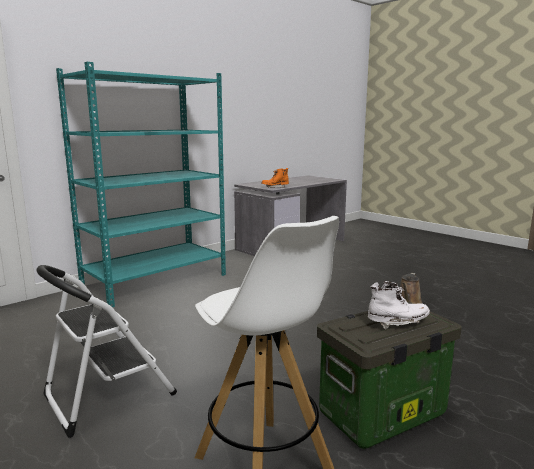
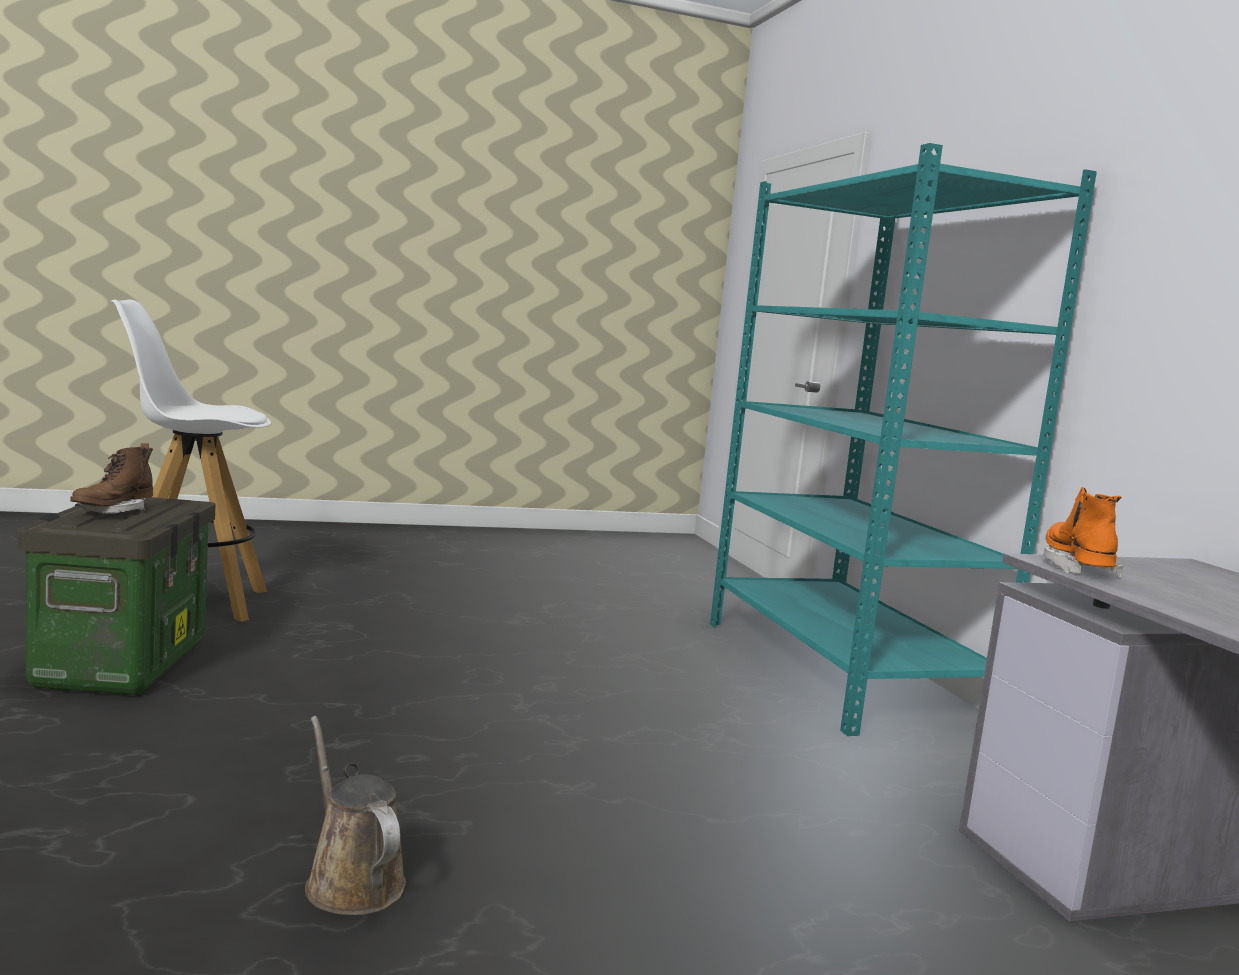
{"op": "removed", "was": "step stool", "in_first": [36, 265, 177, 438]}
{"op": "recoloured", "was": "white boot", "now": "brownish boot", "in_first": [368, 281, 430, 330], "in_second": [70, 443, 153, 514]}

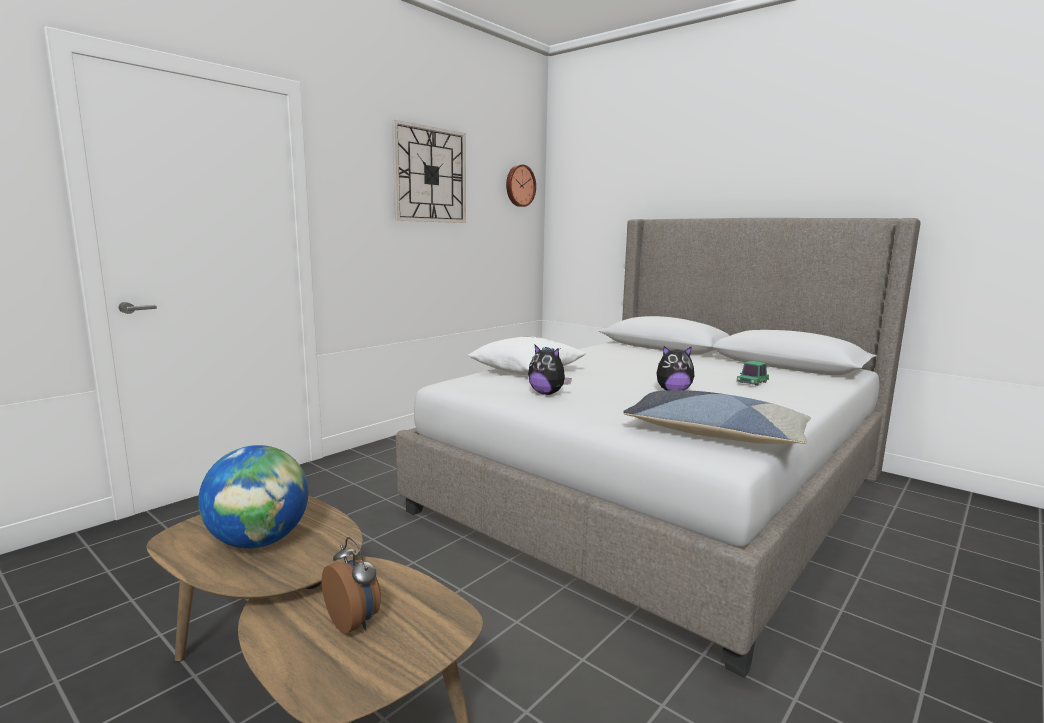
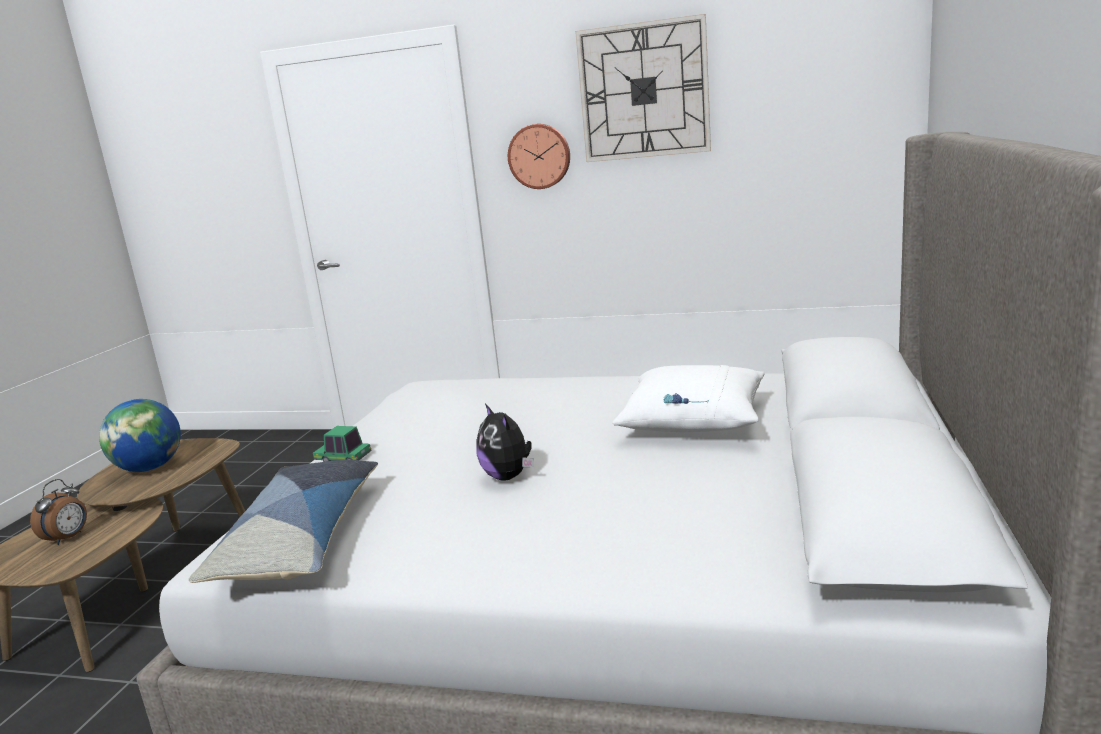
{"op": "removed", "was": "cuddly toy", "in_first": [528, 345, 572, 395]}
{"op": "moved", "was": "white cushion", "in_first": [468, 336, 586, 375], "in_second": [613, 365, 765, 432]}
{"op": "moved", "was": "wall clock", "in_first": [506, 165, 536, 207], "in_second": [508, 124, 570, 189]}
{"op": "moved", "was": "miniature car", "in_first": [737, 361, 769, 386], "in_second": [313, 426, 372, 462]}

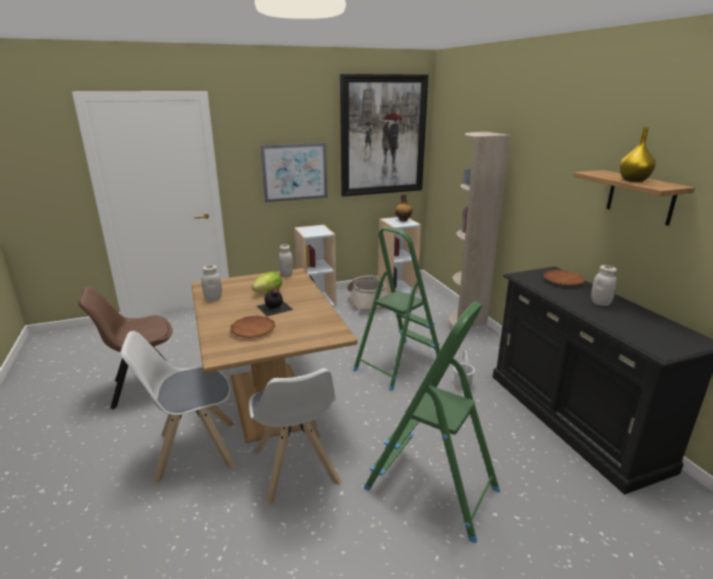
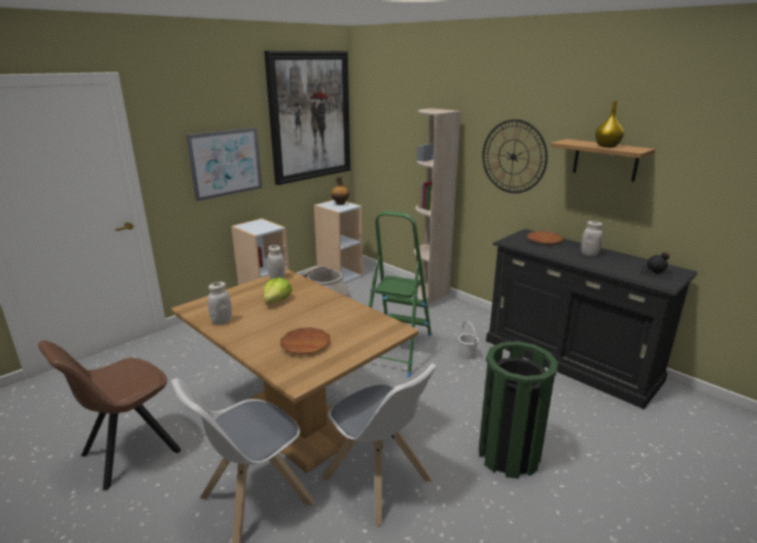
{"op": "added", "now": "wall clock", "in_second": [482, 119, 548, 193]}
{"op": "moved", "was": "black-coloured bottle", "in_first": [257, 289, 293, 316], "in_second": [639, 252, 674, 281]}
{"op": "replaced", "was": "green step stool", "now": "green rubbish bin", "in_first": [364, 301, 500, 543], "in_second": [479, 341, 558, 479]}

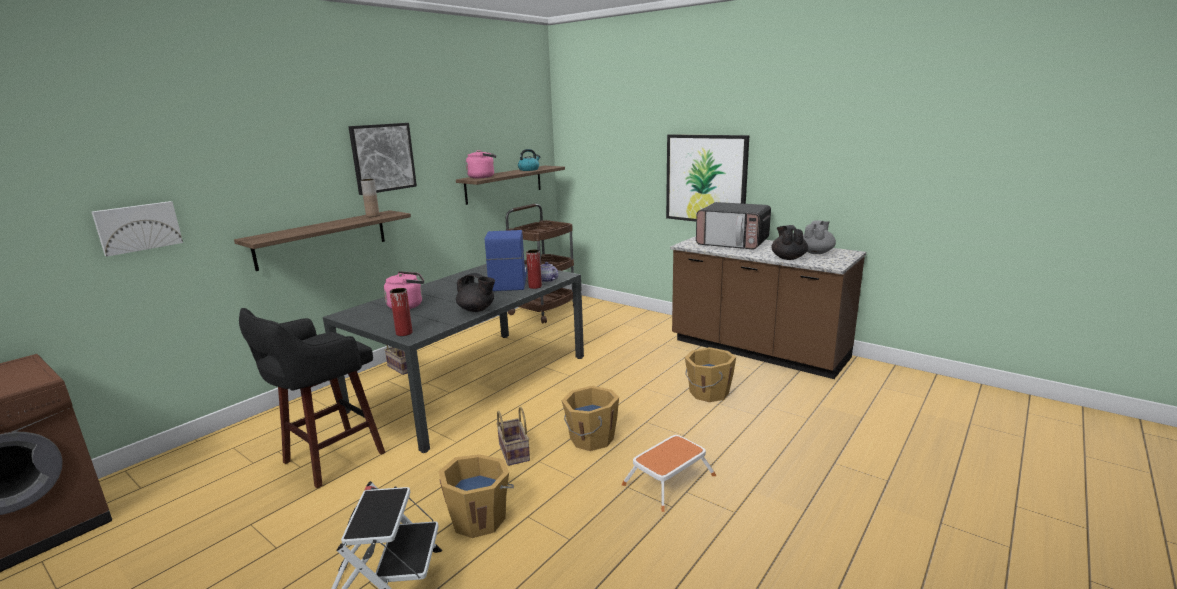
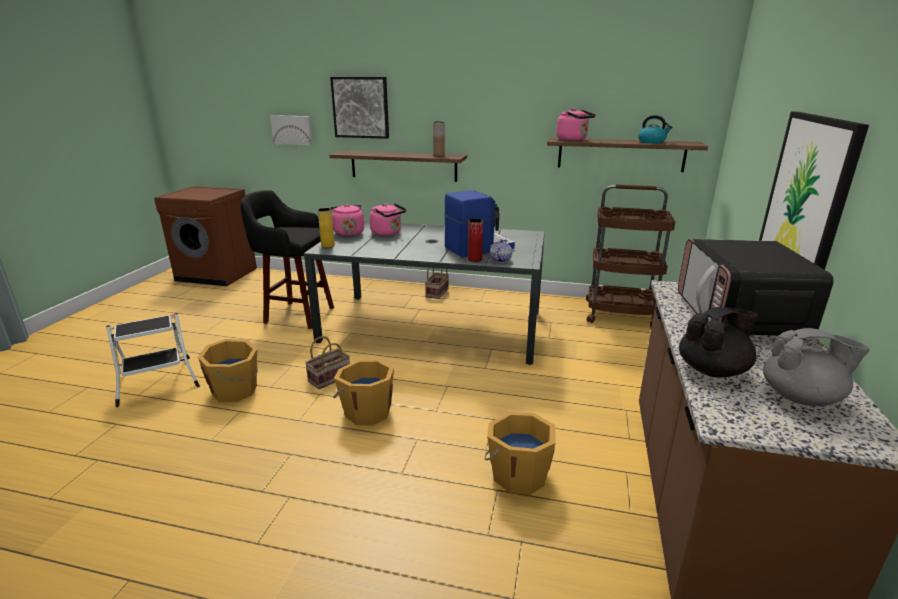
{"op": "removed", "was": "black-coloured pot for tea", "in_first": [456, 273, 495, 312]}
{"op": "removed", "was": "orangey step stool", "in_first": [622, 435, 716, 512]}
{"op": "added", "now": "pink tea kettle", "in_second": [331, 204, 364, 236]}
{"op": "moved", "was": "wall art", "in_first": [348, 123, 417, 195], "in_second": [330, 77, 389, 139]}
{"op": "recoloured", "was": "reddish decorative vase", "now": "yellow-coloured decorative vase", "in_first": [390, 288, 413, 336], "in_second": [318, 208, 335, 248]}

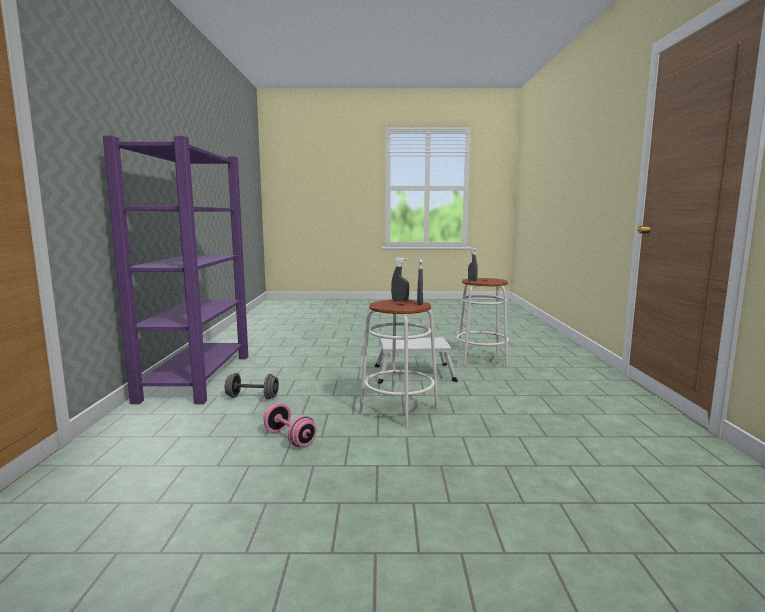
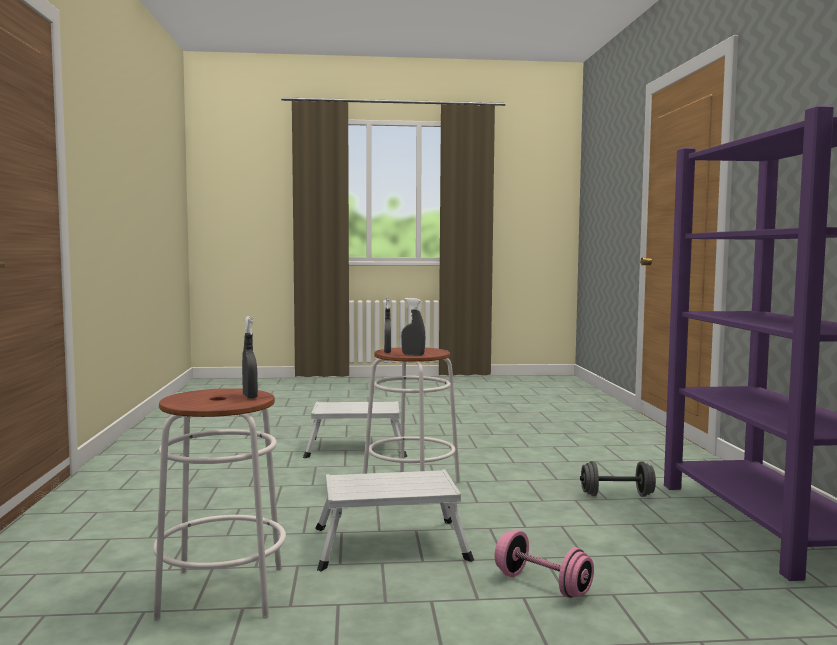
{"op": "added", "now": "white step stool", "in_second": [303, 401, 407, 458]}
{"op": "moved", "was": "pink hand weight", "in_first": [263, 403, 317, 447], "in_second": [495, 530, 594, 598]}

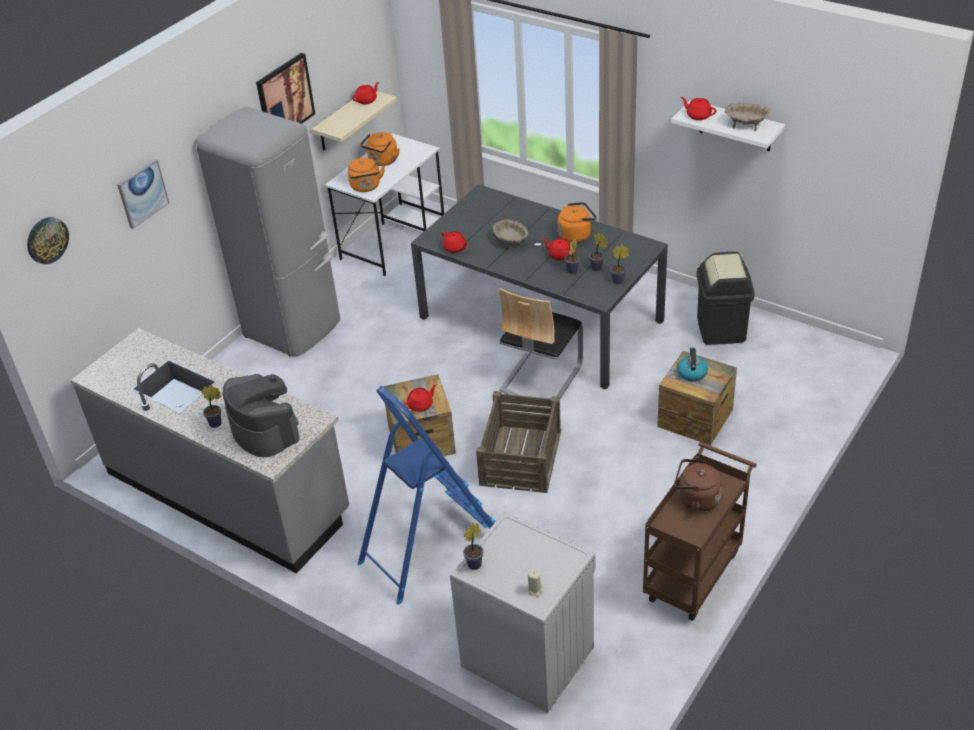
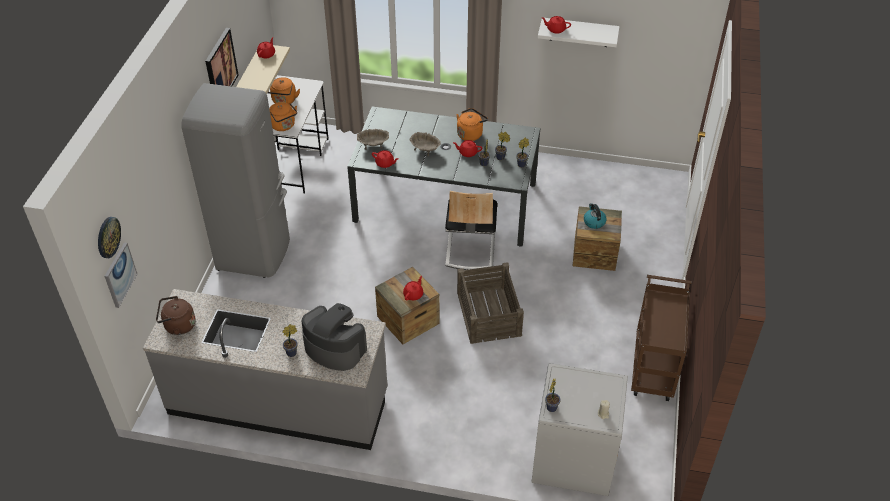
{"op": "removed", "was": "bluish step stool", "in_first": [358, 386, 495, 605]}
{"op": "removed", "was": "black-coloured rubbish bin", "in_first": [697, 252, 755, 345]}
{"op": "moved", "was": "wall art", "in_first": [117, 159, 170, 229], "in_second": [104, 242, 138, 308]}
{"op": "moved", "was": "brownish tea kettle", "in_first": [674, 459, 722, 512], "in_second": [156, 296, 195, 335]}
{"op": "moved", "was": "beige-coloured serving bowl", "in_first": [725, 103, 770, 131], "in_second": [357, 129, 389, 150]}

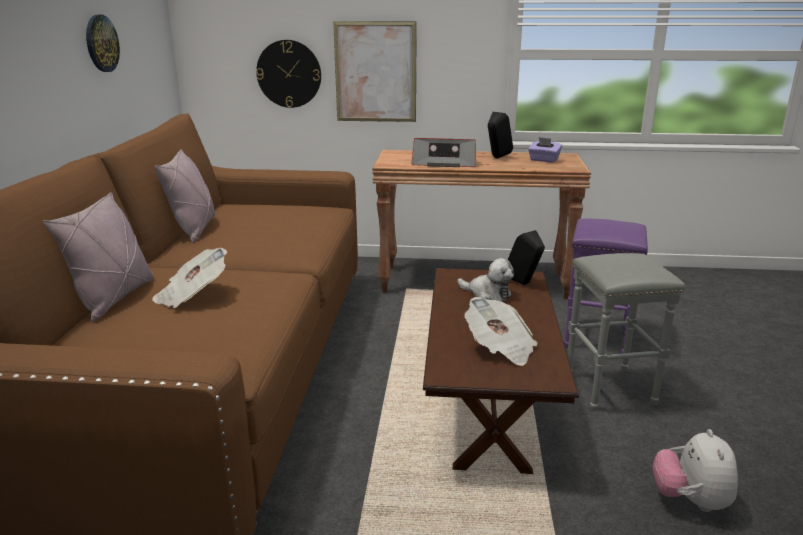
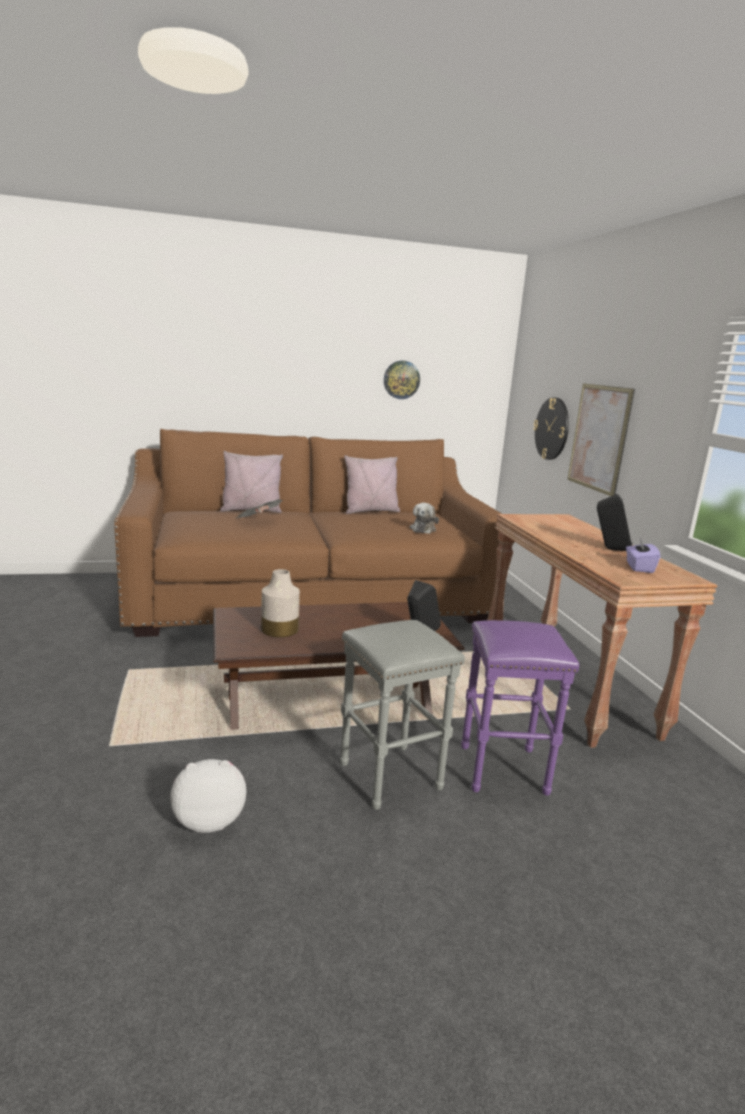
{"op": "removed", "was": "radio", "in_first": [411, 138, 476, 167]}
{"op": "moved", "was": "cuddly toy", "in_first": [457, 258, 514, 301], "in_second": [410, 503, 439, 534]}
{"op": "replaced", "was": "newspaper", "now": "beige-coloured decorative vase", "in_first": [465, 297, 538, 366], "in_second": [261, 569, 300, 637]}

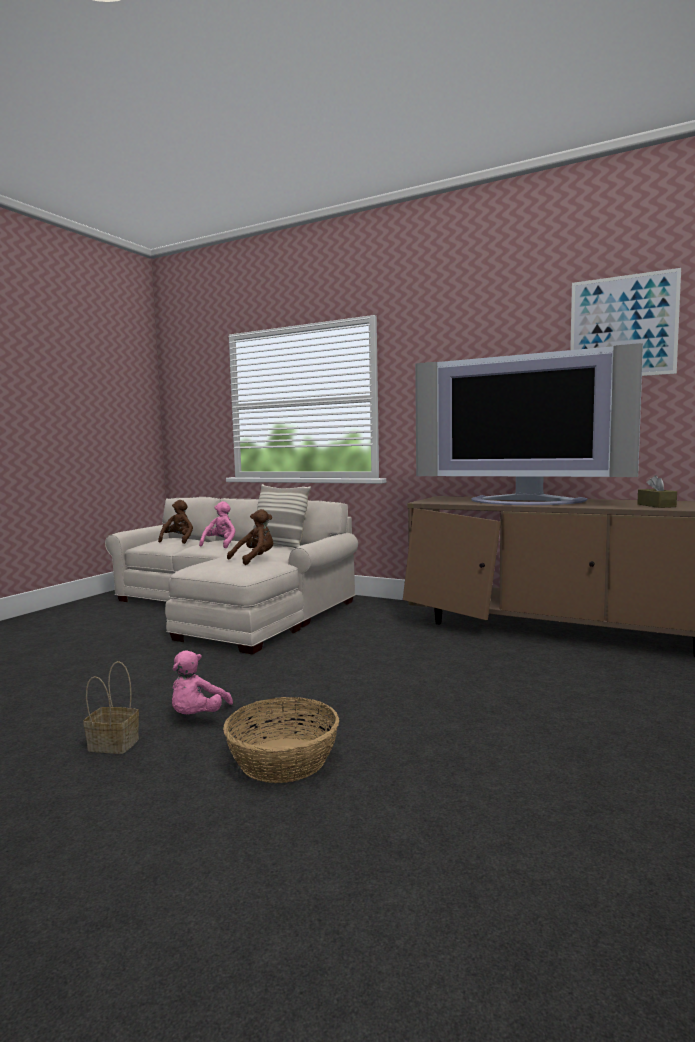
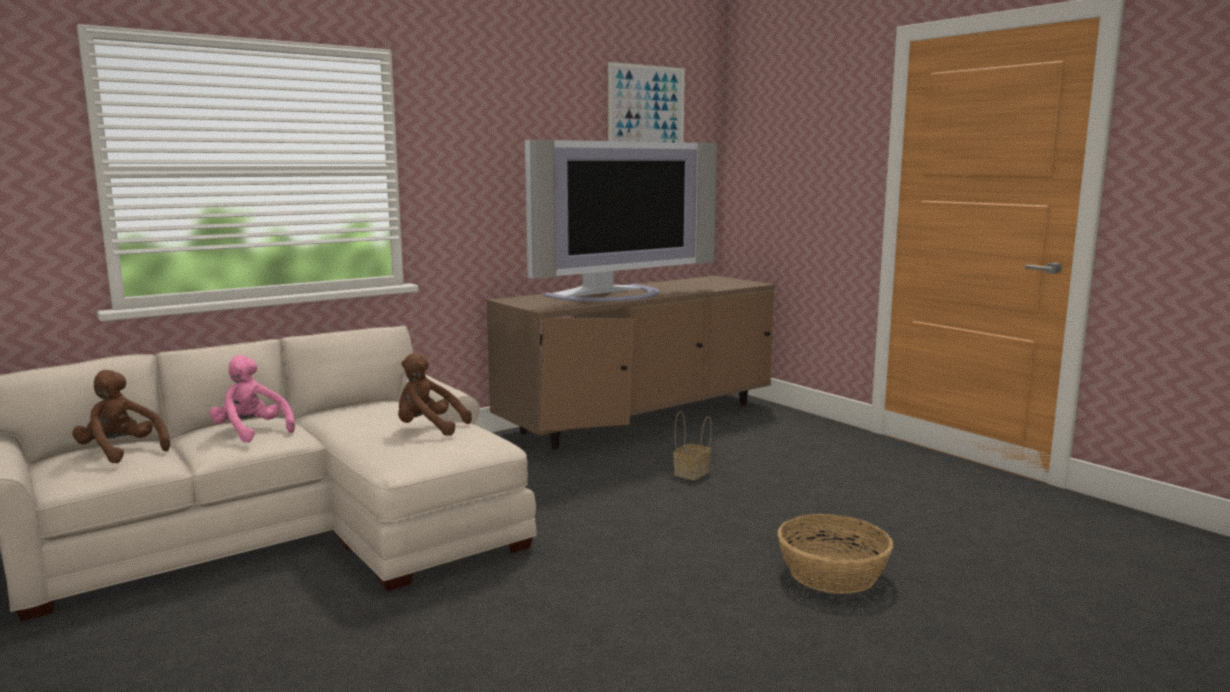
{"op": "removed", "was": "pink cuddly toy", "in_first": [172, 650, 233, 714]}
{"op": "removed", "was": "cushion", "in_first": [253, 484, 311, 548]}
{"op": "removed", "was": "brownish box of tissues", "in_first": [637, 475, 677, 508]}
{"op": "moved", "was": "storage basket", "in_first": [83, 661, 139, 754], "in_second": [673, 411, 712, 480]}
{"op": "turned", "was": "brownish cuddly toy", "in_first": [227, 509, 273, 565], "in_second": [398, 353, 472, 436], "clockwise": -60}

